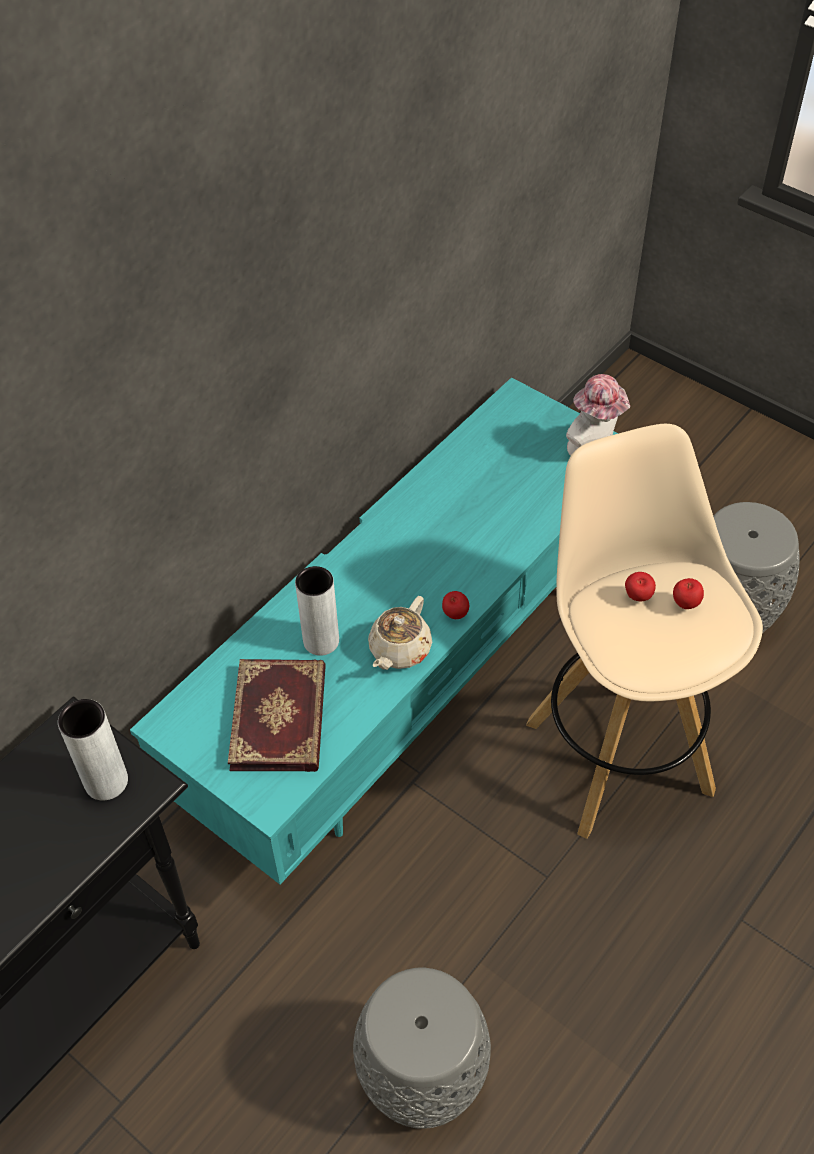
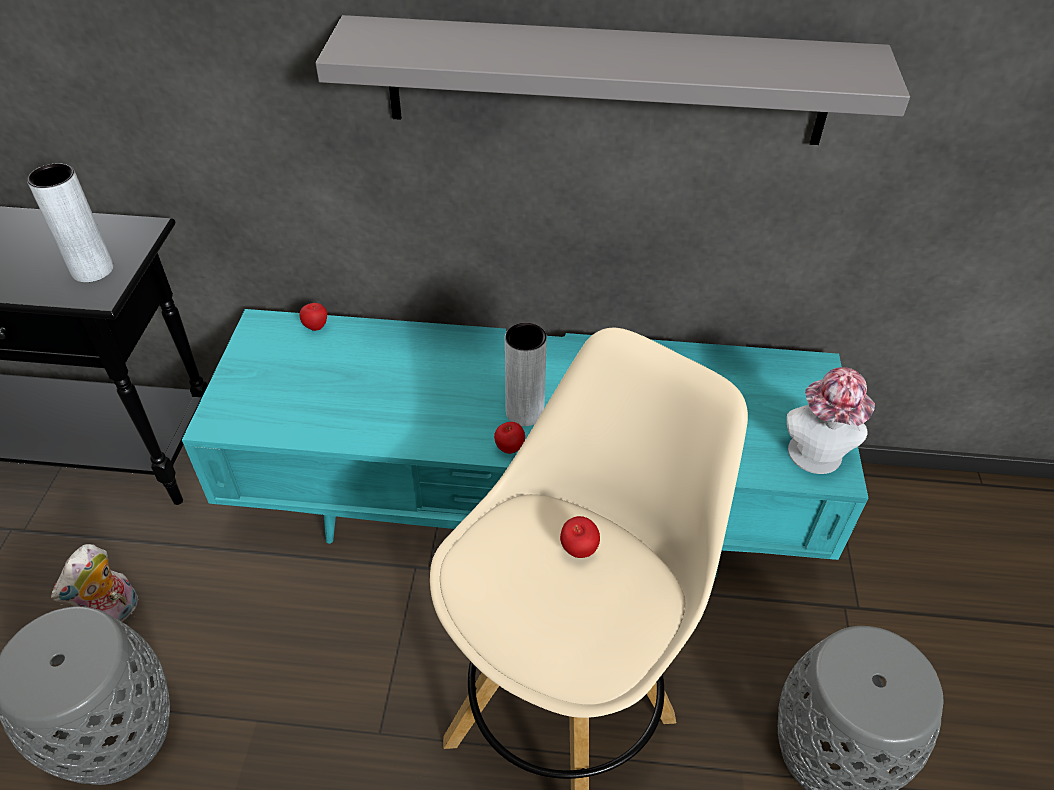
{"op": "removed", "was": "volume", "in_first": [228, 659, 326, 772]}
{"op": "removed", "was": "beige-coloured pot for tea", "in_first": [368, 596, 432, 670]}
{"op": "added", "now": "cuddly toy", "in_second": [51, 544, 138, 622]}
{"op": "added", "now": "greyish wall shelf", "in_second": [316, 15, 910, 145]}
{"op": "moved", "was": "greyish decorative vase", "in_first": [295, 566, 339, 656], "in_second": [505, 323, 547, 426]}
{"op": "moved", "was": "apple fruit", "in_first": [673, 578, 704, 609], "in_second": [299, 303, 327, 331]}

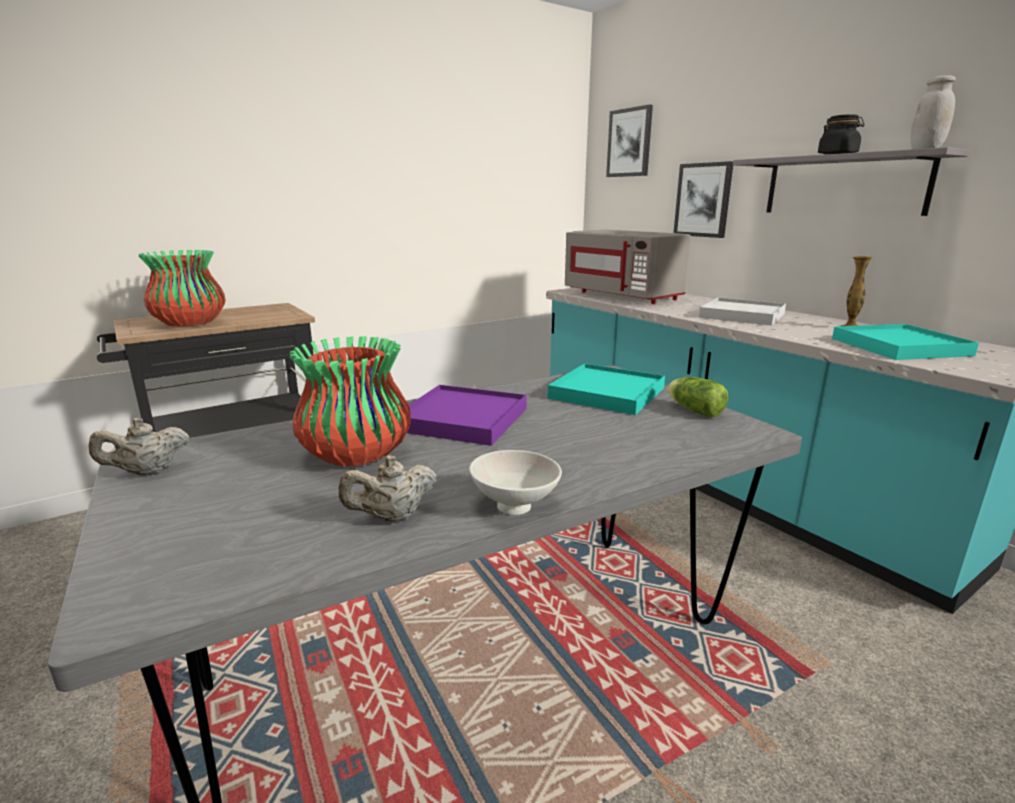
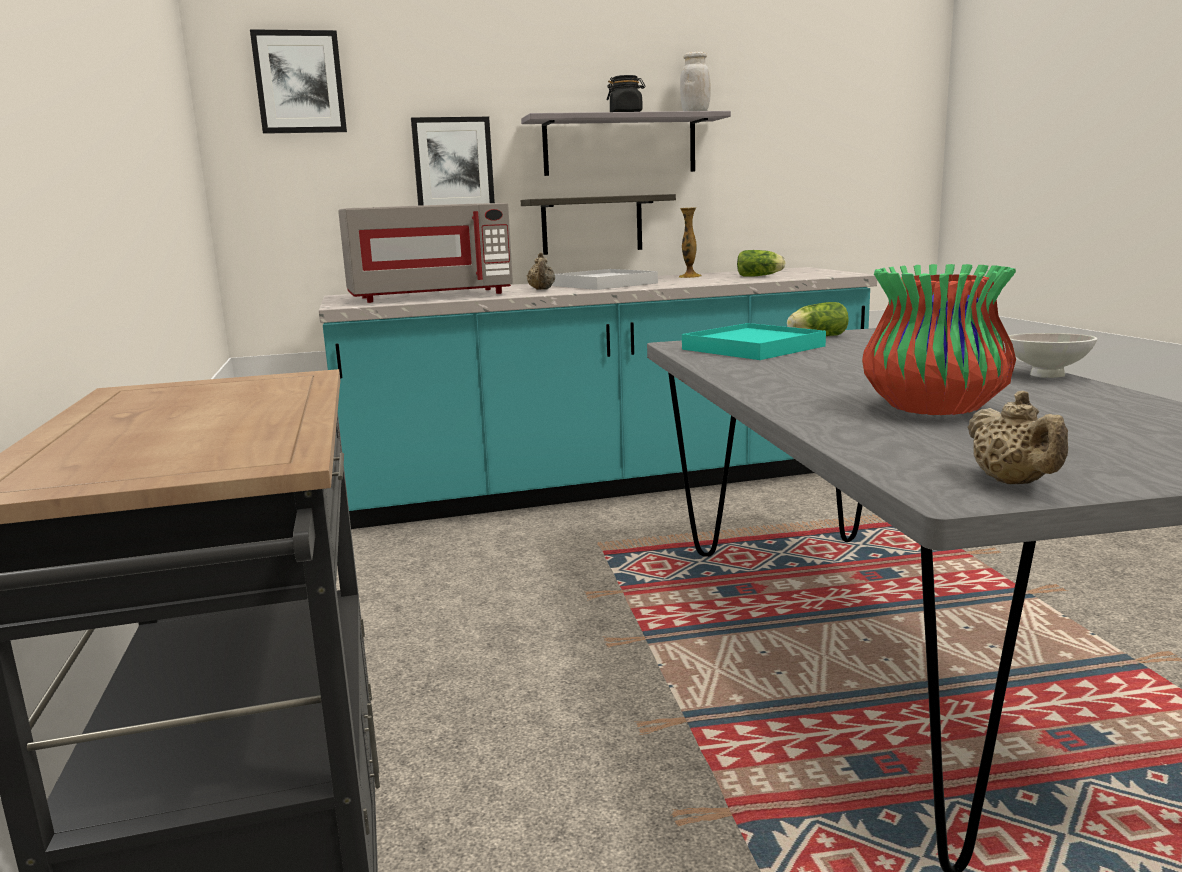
{"op": "removed", "was": "decorative vase", "in_first": [138, 250, 226, 327]}
{"op": "removed", "was": "purplish carrying tray", "in_first": [407, 385, 527, 446]}
{"op": "added", "now": "wall shelf", "in_second": [521, 194, 676, 255]}
{"op": "moved", "was": "beige-coloured pot for tea", "in_first": [339, 455, 437, 522], "in_second": [527, 252, 555, 290]}
{"op": "replaced", "was": "turquoise-coloured carrying tray", "now": "head of lettuce", "in_first": [832, 324, 979, 360], "in_second": [737, 250, 786, 277]}

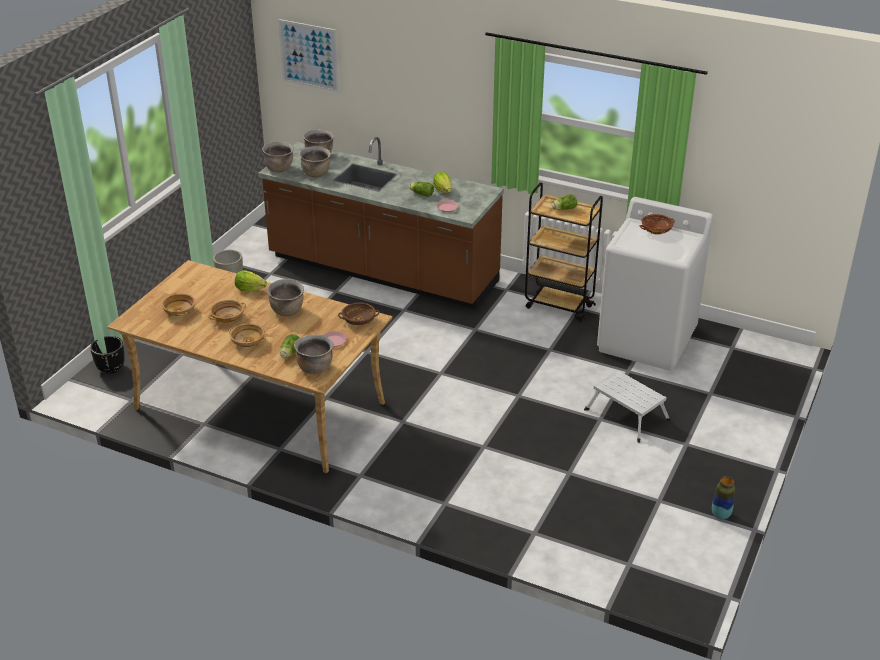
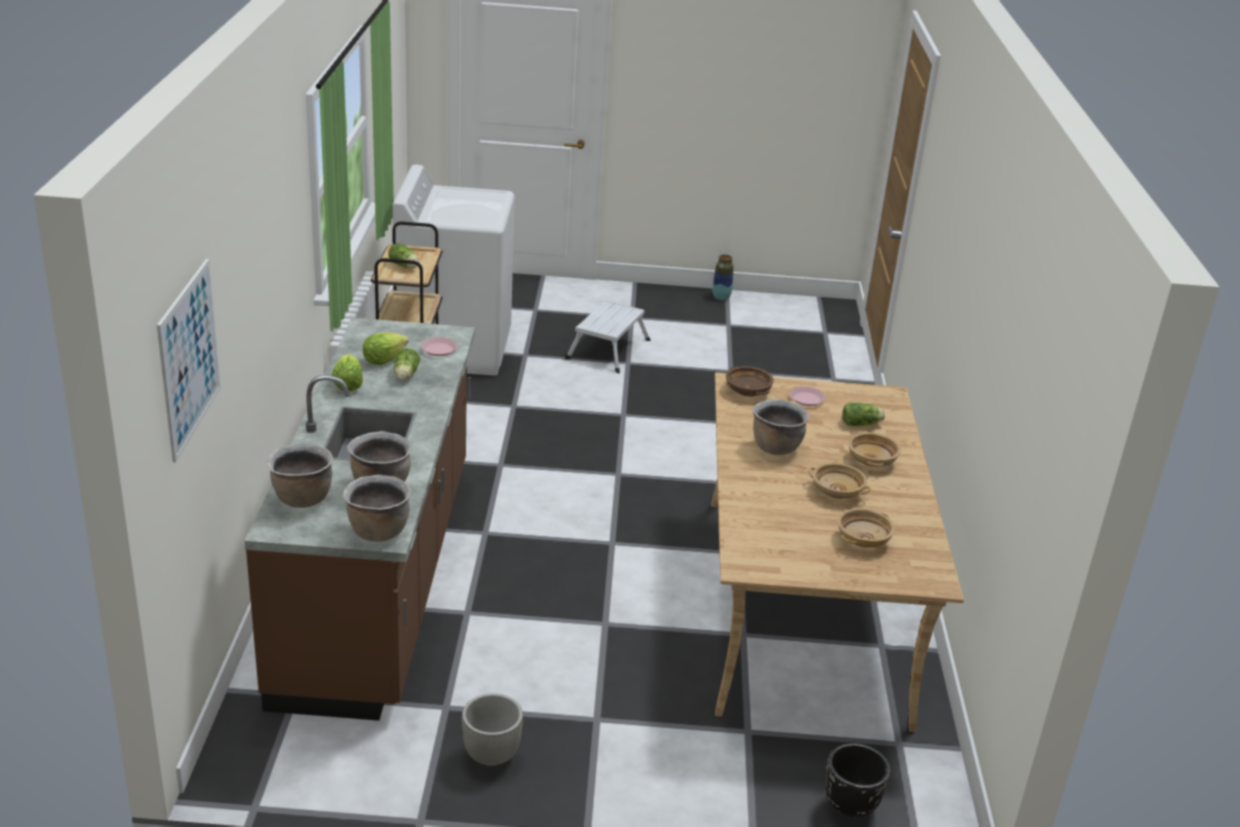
{"op": "removed", "was": "brownish stockpot", "in_first": [294, 334, 333, 374]}
{"op": "removed", "was": "brownish serving bowl", "in_first": [640, 214, 675, 235]}
{"op": "moved", "was": "head of lettuce", "in_first": [235, 270, 267, 291], "in_second": [332, 354, 363, 391]}

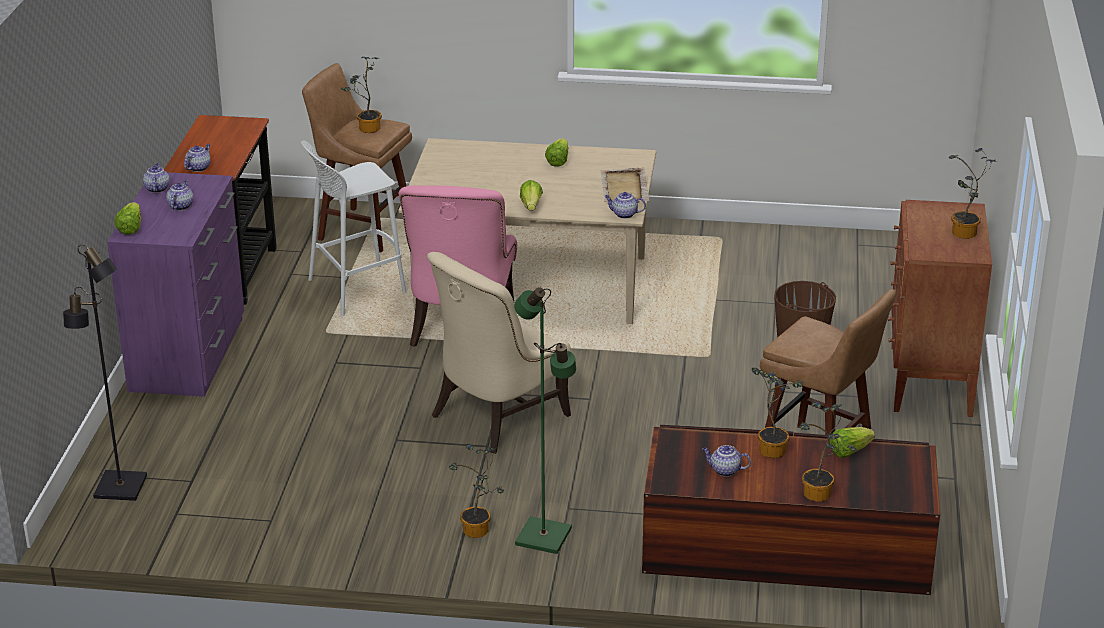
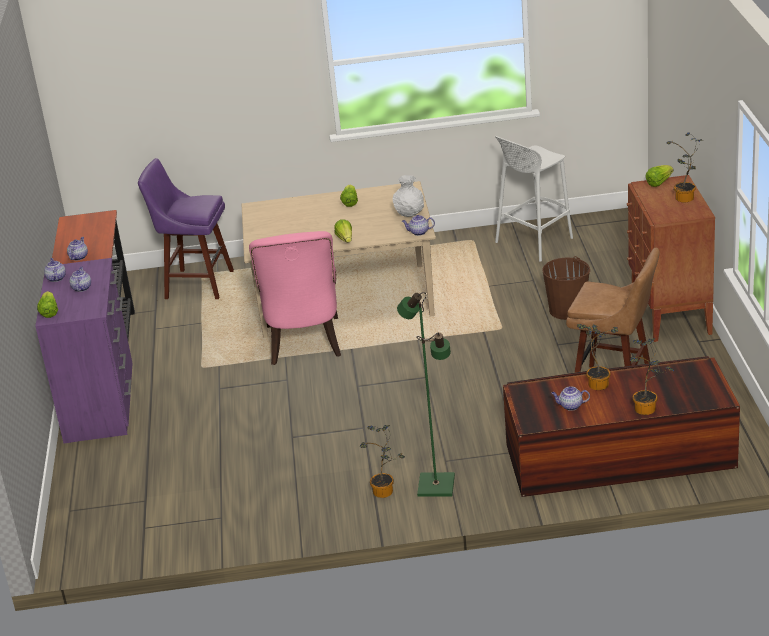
{"op": "removed", "was": "black-coloured standard lamp", "in_first": [63, 244, 147, 501]}
{"op": "removed", "was": "potted plant", "in_first": [341, 57, 382, 133]}
{"op": "removed", "was": "beige-coloured chair", "in_first": [427, 252, 571, 454]}
{"op": "moved", "was": "white sitting stool", "in_first": [301, 141, 406, 316], "in_second": [495, 136, 573, 262]}
{"op": "moved", "was": "head of lettuce", "in_first": [830, 427, 875, 458], "in_second": [646, 165, 674, 187]}
{"op": "replaced", "was": "beige-coloured carrying tray", "now": "white decorative vase", "in_first": [600, 168, 650, 202], "in_second": [393, 175, 424, 217]}
{"op": "recoloured", "was": "brownish sitting stool", "now": "purplish sitting stool", "in_first": [302, 63, 412, 252], "in_second": [138, 158, 234, 299]}

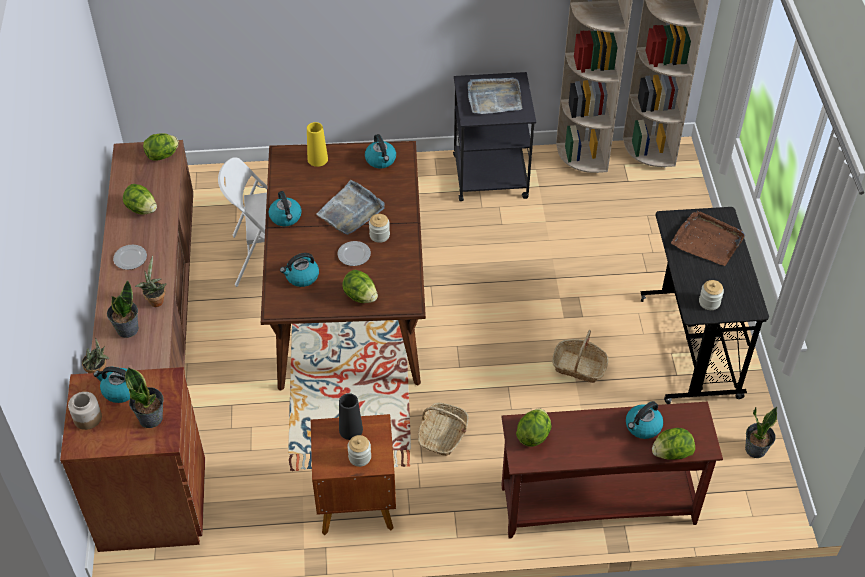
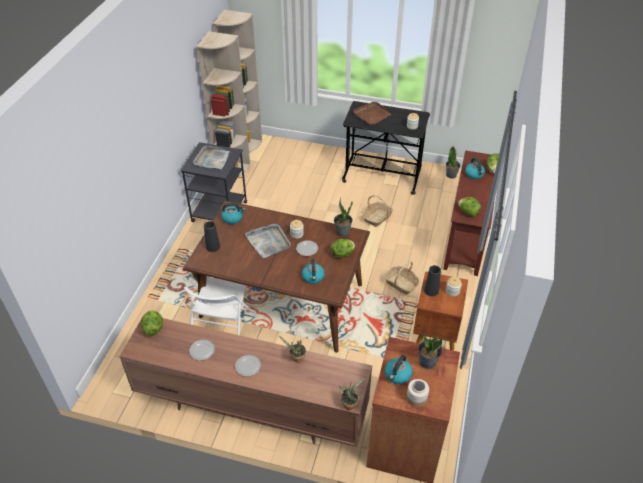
{"op": "removed", "was": "tea kettle", "in_first": [269, 191, 302, 226]}
{"op": "moved", "was": "potted plant", "in_first": [107, 281, 139, 338], "in_second": [334, 198, 353, 237]}
{"op": "replaced", "was": "head of lettuce", "now": "flat dish", "in_first": [123, 184, 157, 215], "in_second": [189, 340, 215, 360]}
{"op": "recoloured", "was": "yellow-coloured decorative vase", "now": "black-coloured decorative vase", "in_first": [307, 122, 328, 167], "in_second": [204, 221, 220, 252]}

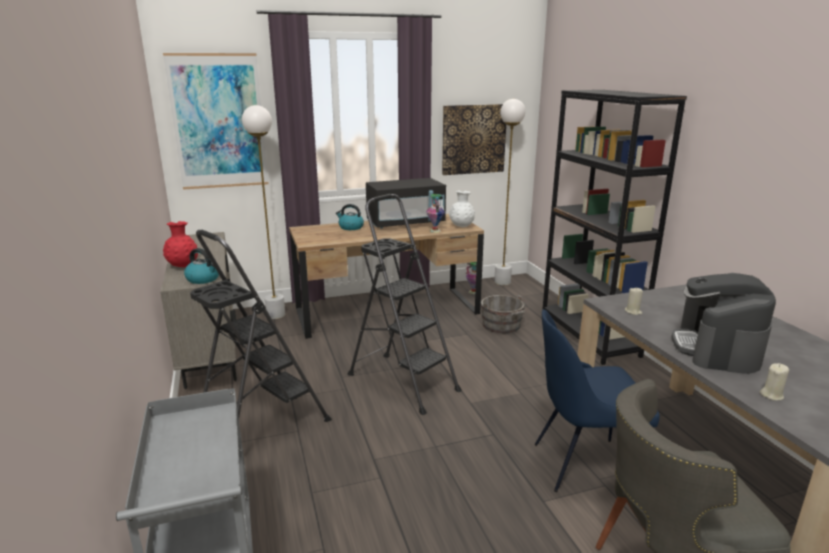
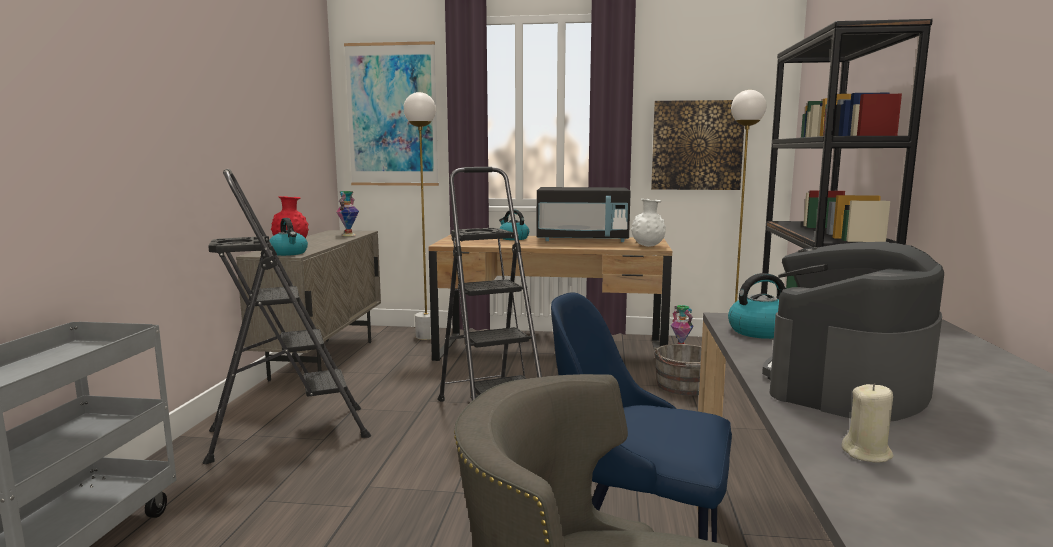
{"op": "moved", "was": "decorative vase", "in_first": [426, 194, 445, 233], "in_second": [336, 191, 359, 236]}
{"op": "replaced", "was": "beige-coloured candle", "now": "tea kettle", "in_first": [625, 288, 643, 315], "in_second": [728, 273, 787, 339]}

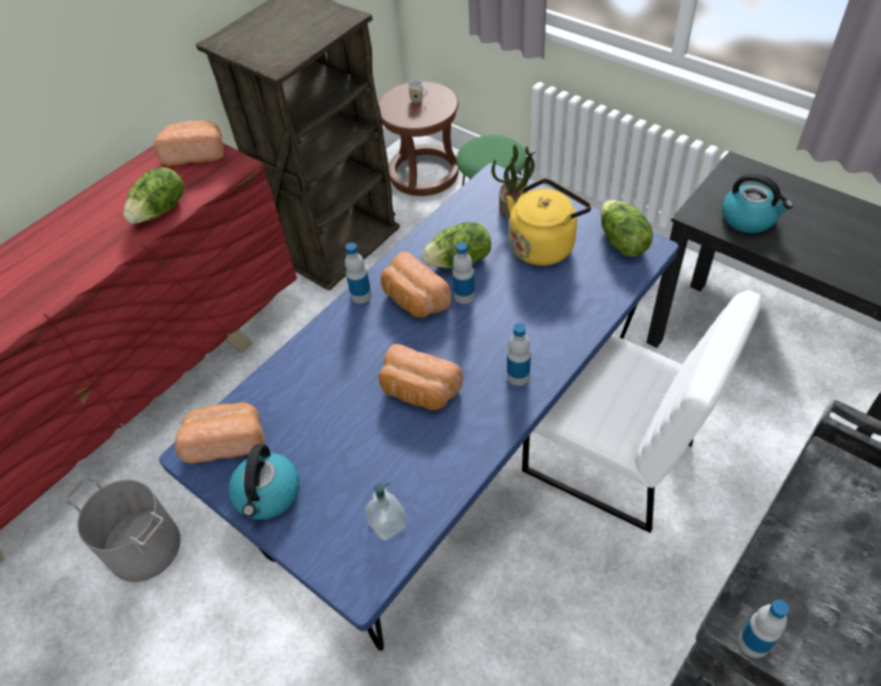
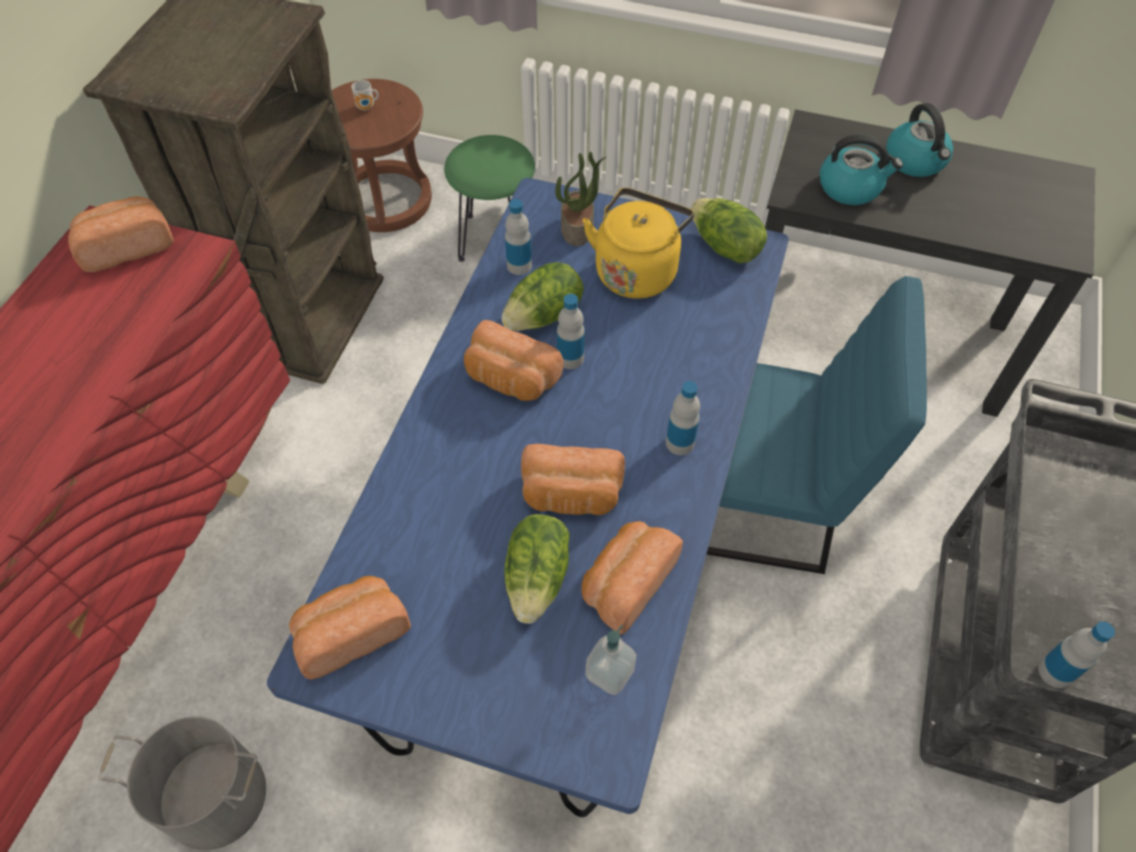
{"op": "added", "now": "bread", "in_second": [581, 521, 683, 634]}
{"op": "moved", "was": "head of lettuce", "in_first": [123, 167, 184, 224], "in_second": [504, 514, 570, 624]}
{"op": "moved", "was": "tea kettle", "in_first": [229, 444, 300, 520], "in_second": [886, 103, 953, 177]}
{"op": "moved", "was": "bottle", "in_first": [345, 243, 372, 304], "in_second": [505, 199, 532, 275]}
{"op": "recoloured", "was": "white chair", "now": "bluish chair", "in_first": [522, 290, 762, 533], "in_second": [706, 276, 927, 574]}

